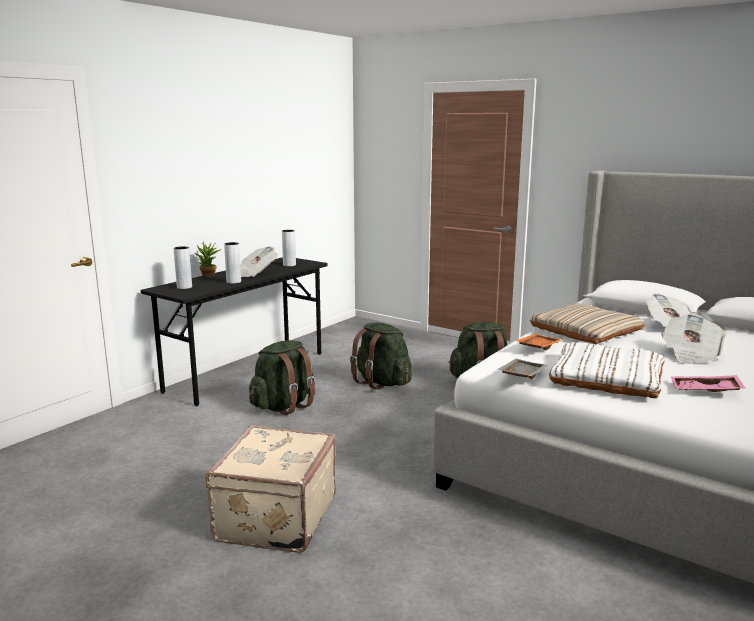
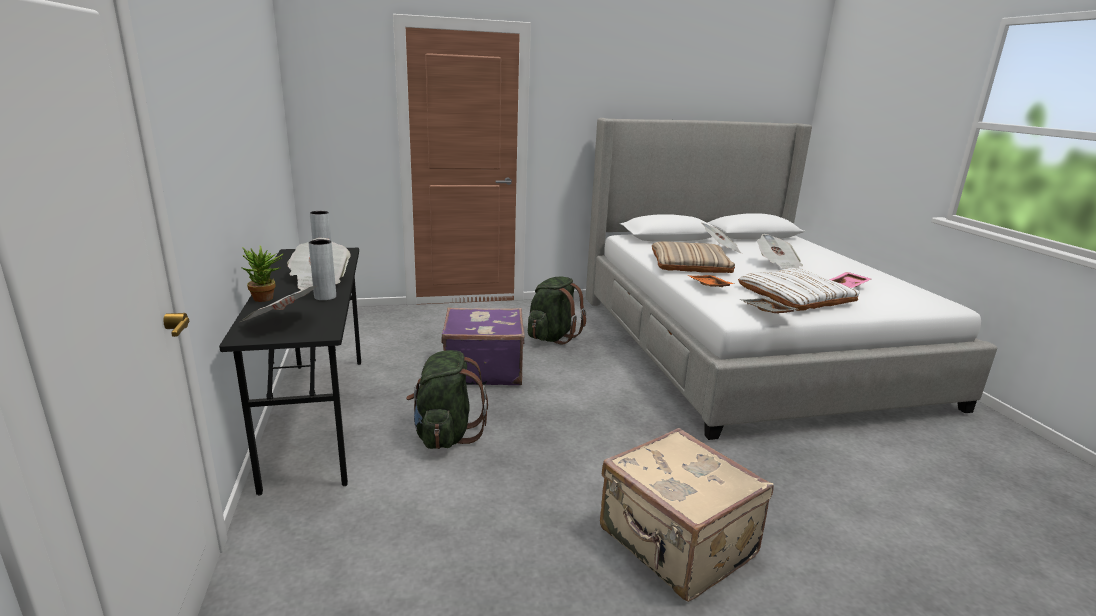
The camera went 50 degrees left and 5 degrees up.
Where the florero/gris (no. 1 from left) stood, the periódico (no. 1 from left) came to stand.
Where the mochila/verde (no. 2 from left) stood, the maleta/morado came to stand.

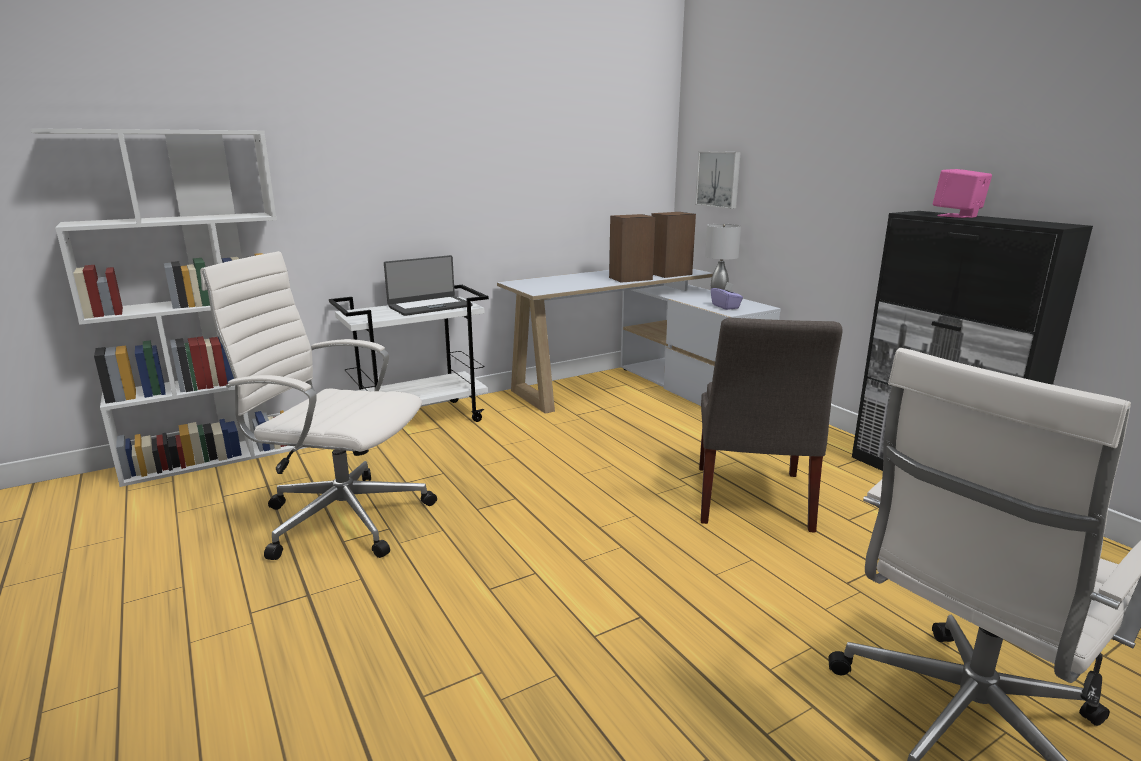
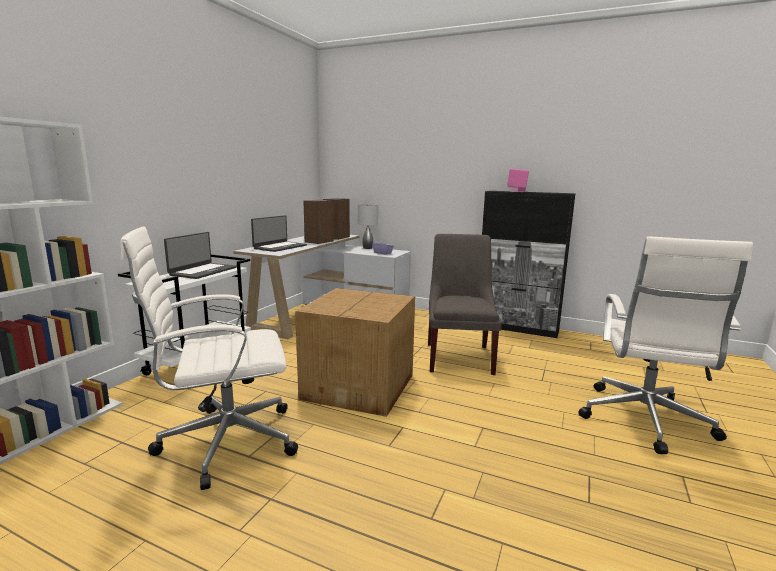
The camera went 35 degrees left and 5 degrees down.
The second view lost the cuadro.
The silla/gris ended up facing another way, 150 degrees counterclockwise from before.
The second view gained the portátil (no. 2 from left).
The second view gained the caja de cartón.

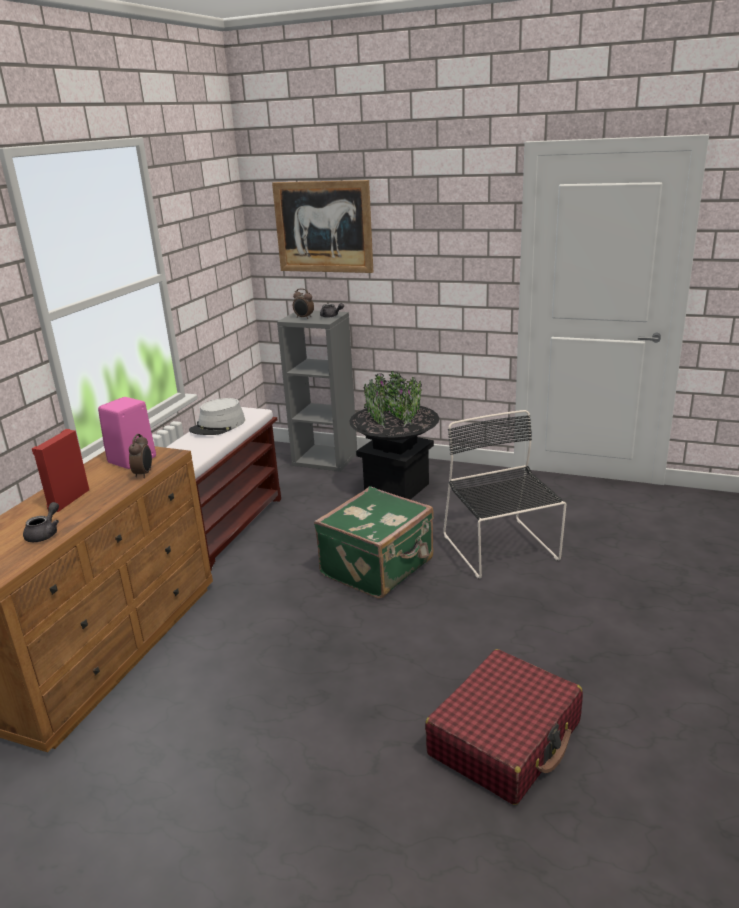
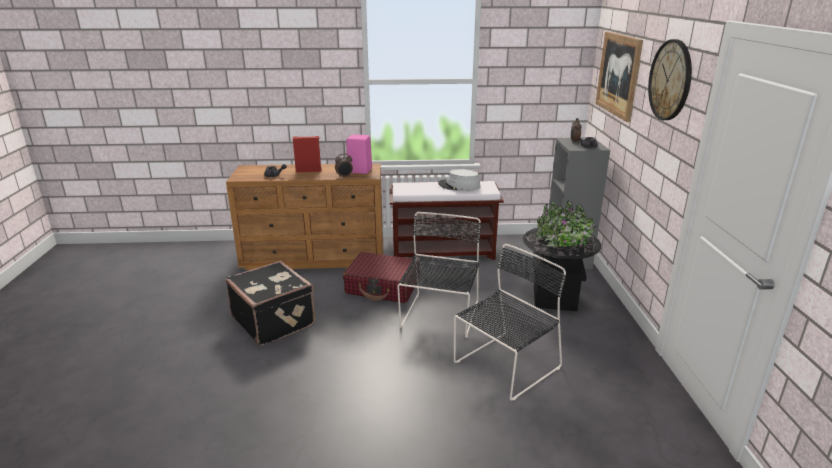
The camera went 65 degrees right and 0 degrees up.
Where the maleta/verde stood, the silla/negro (no. 1 from left) came to stand.
The maleta/rojo ended up elsewhere.
The second view gained the maleta/negro.
The second view gained the reloj de pared.

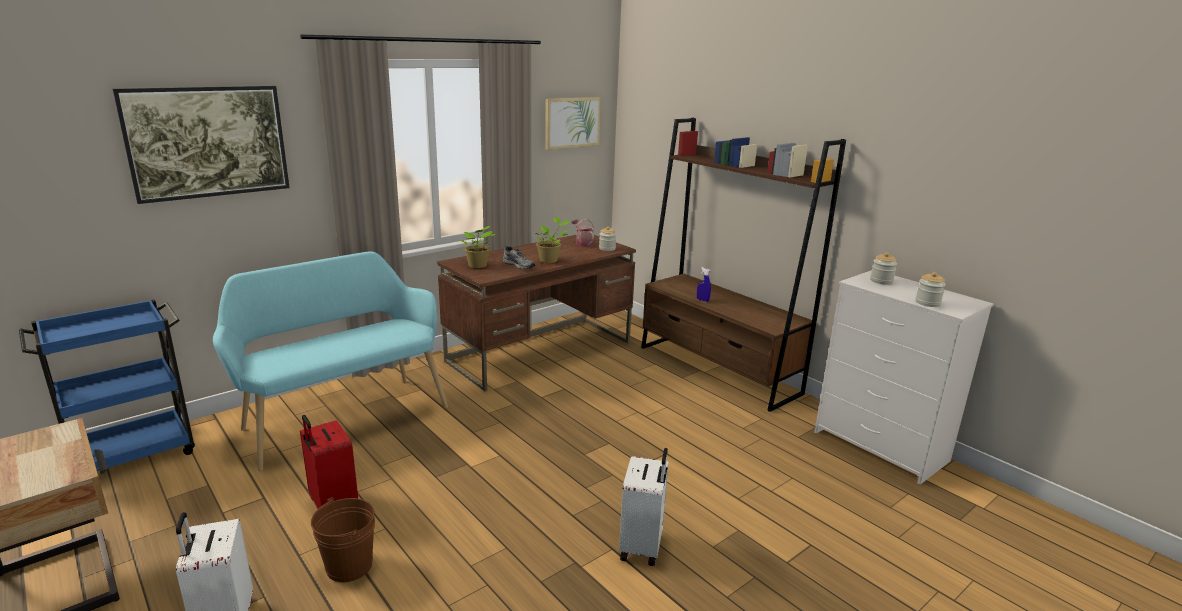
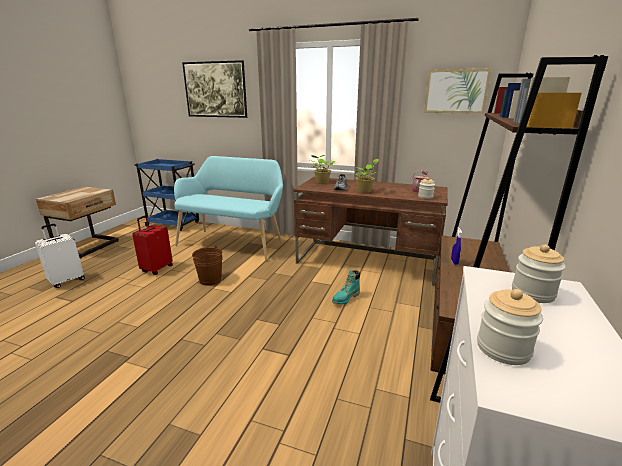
The camera went 60 degrees right and 0 degrees up.
The cubo/marrón ended up elsewhere.
The second view lost the maleta/blanco (no. 2 from left).
The second view gained the bota/turquesa.

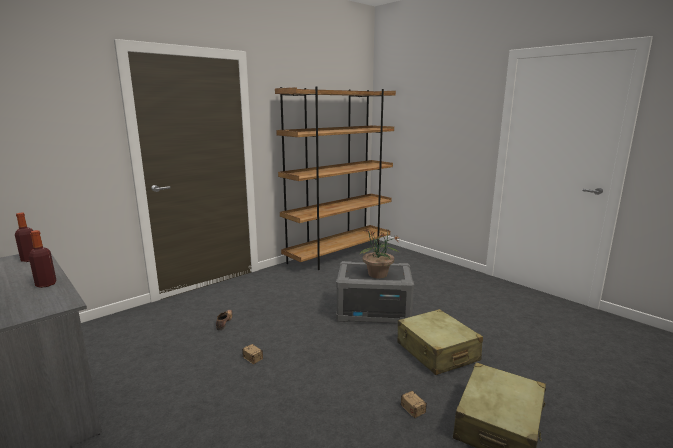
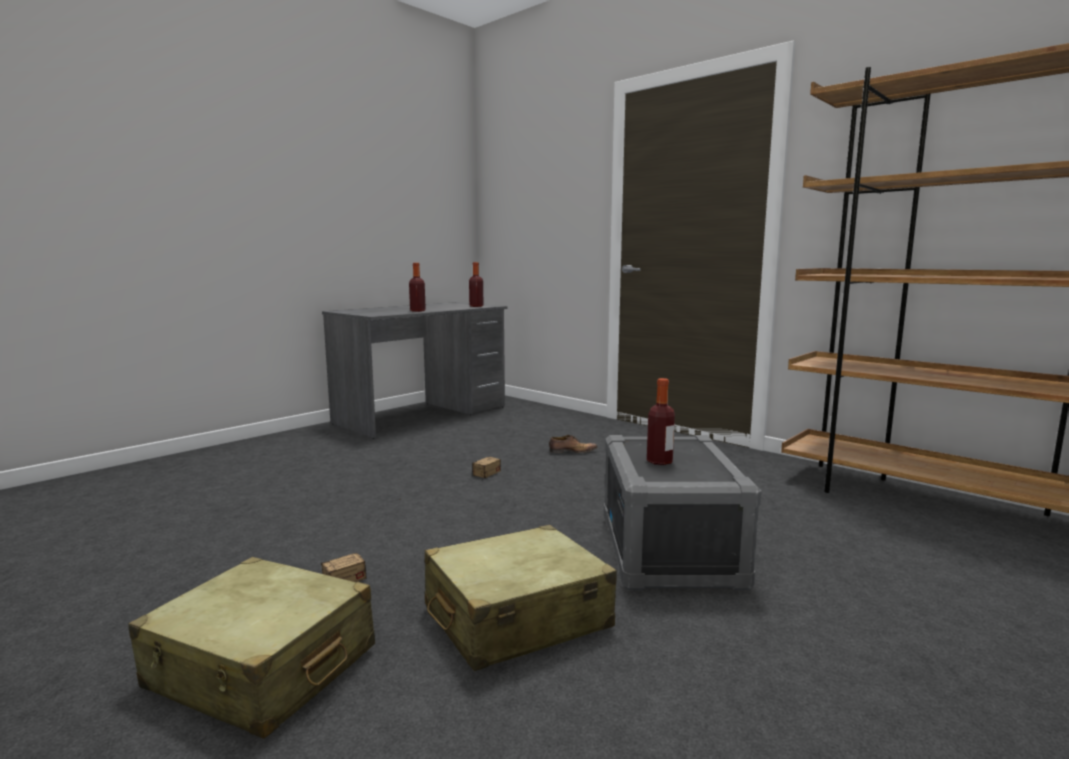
The camera went 85 degrees right and 5 degrees down.
Where the planta en maceta stood, the botella (no. 3 from left) came to stand.

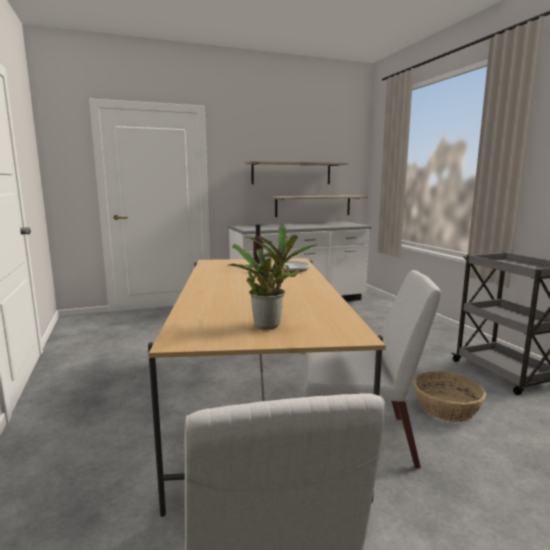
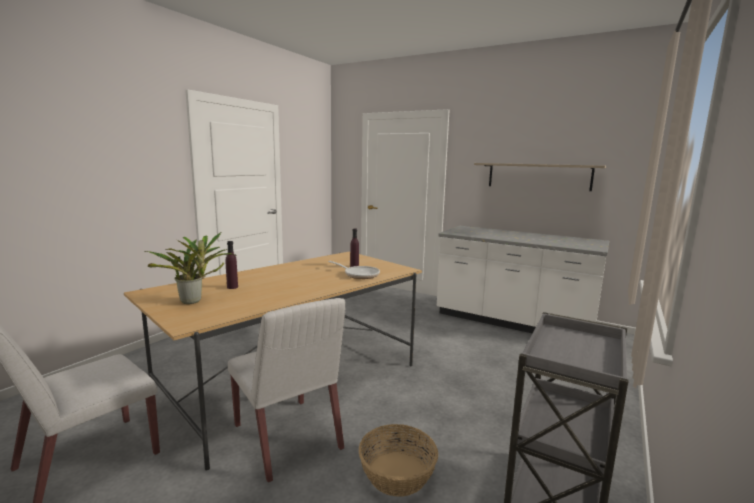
The camera went 50 degrees right and 0 degrees up.
The second view lost the estante (no. 2 from left).
The second view gained the botella/morado (no. 1 from left).

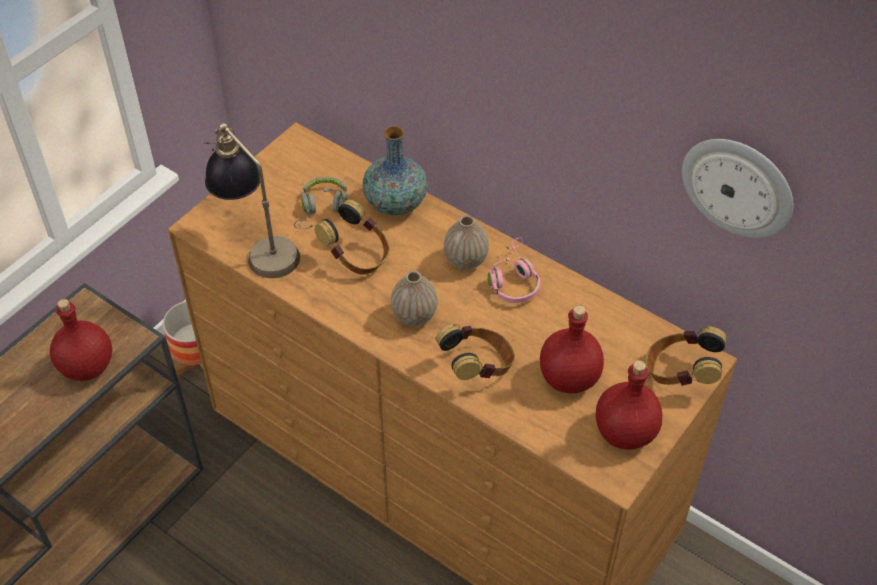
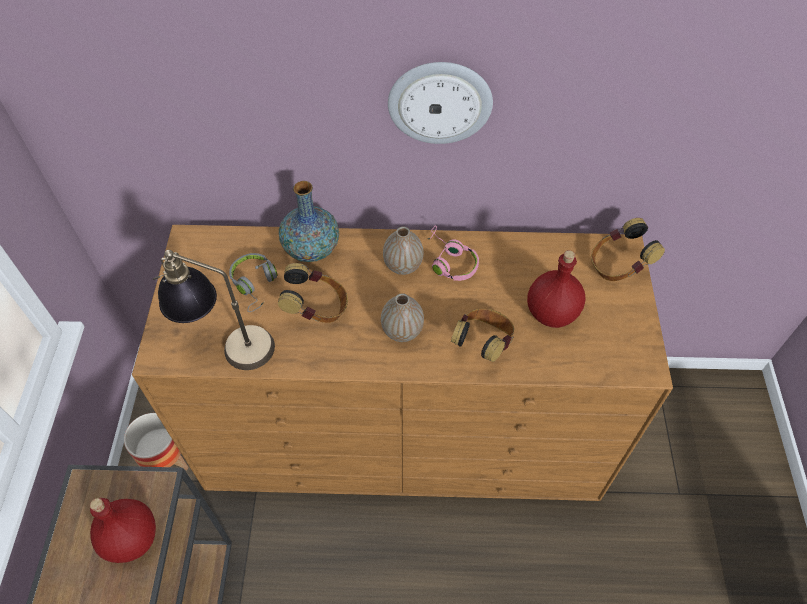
The camera went 35 degrees left and 5 degrees up.
The second view lost the botella/rojo (no. 3 from left).
The reloj de pared ended up elsewhere.

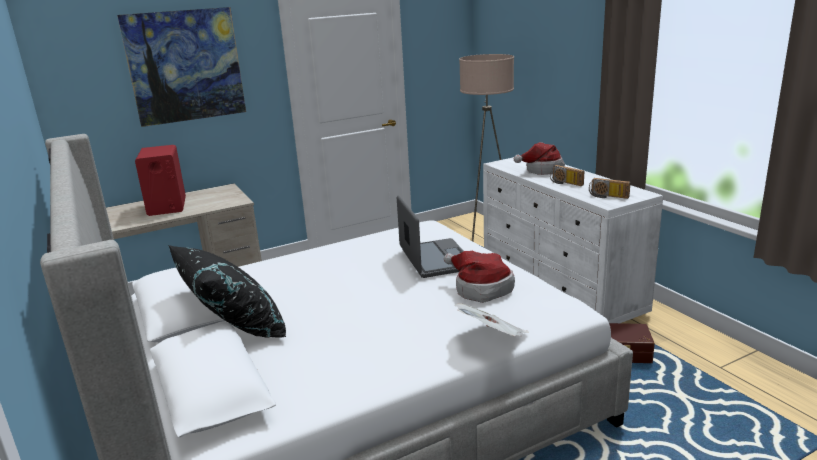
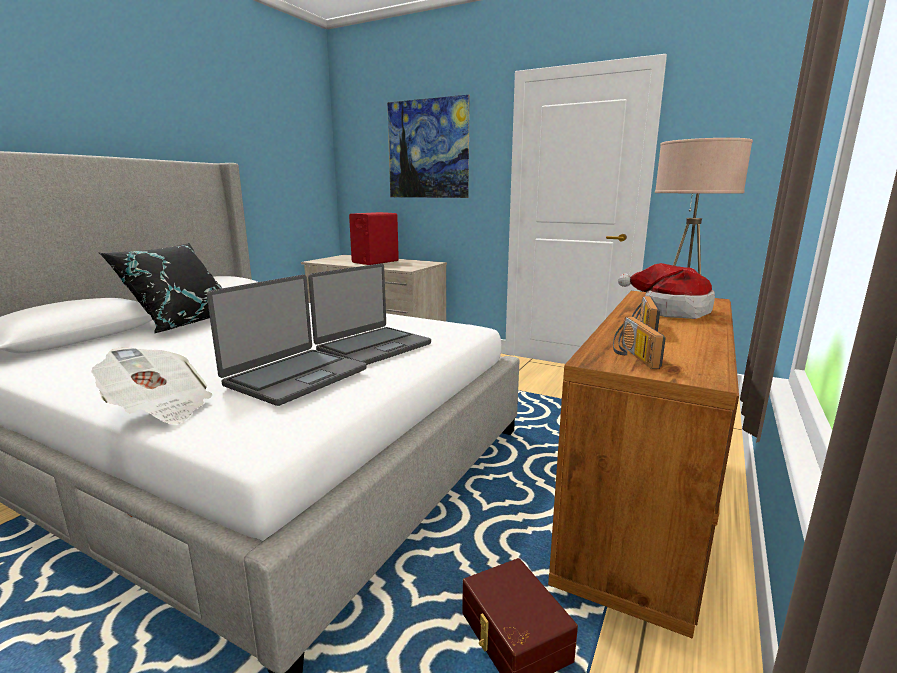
The camera went 55 degrees right and 5 degrees down.
Where the sombrero (no. 1 from left) stood, the portátil (no. 1 from left) came to stand.
What was the cómoda/blanco turned into the cómoda/marrón.

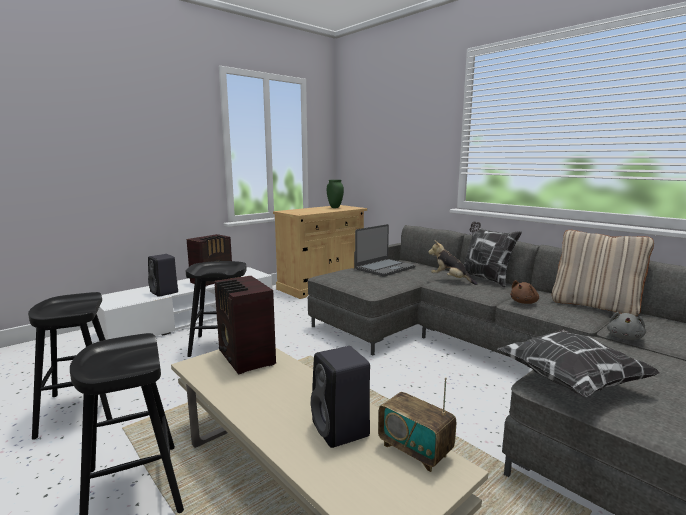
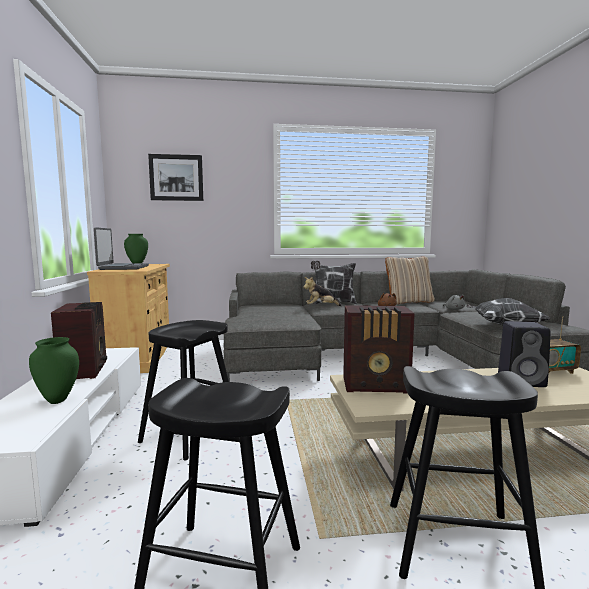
The camera went 55 degrees left and 5 degrees down.
Where the altavoz/negro (no. 1 from left) stood, the florero/verde (no. 1 from left) came to stand.
The portátil ended up elsewhere.
The second view gained the cuadro.

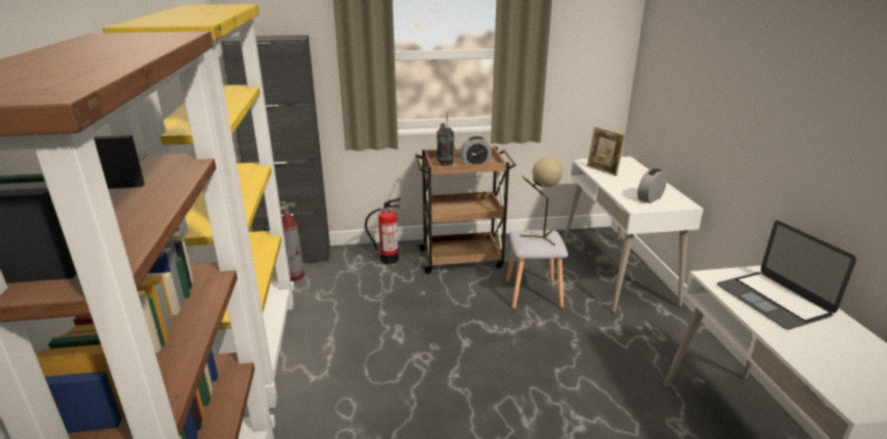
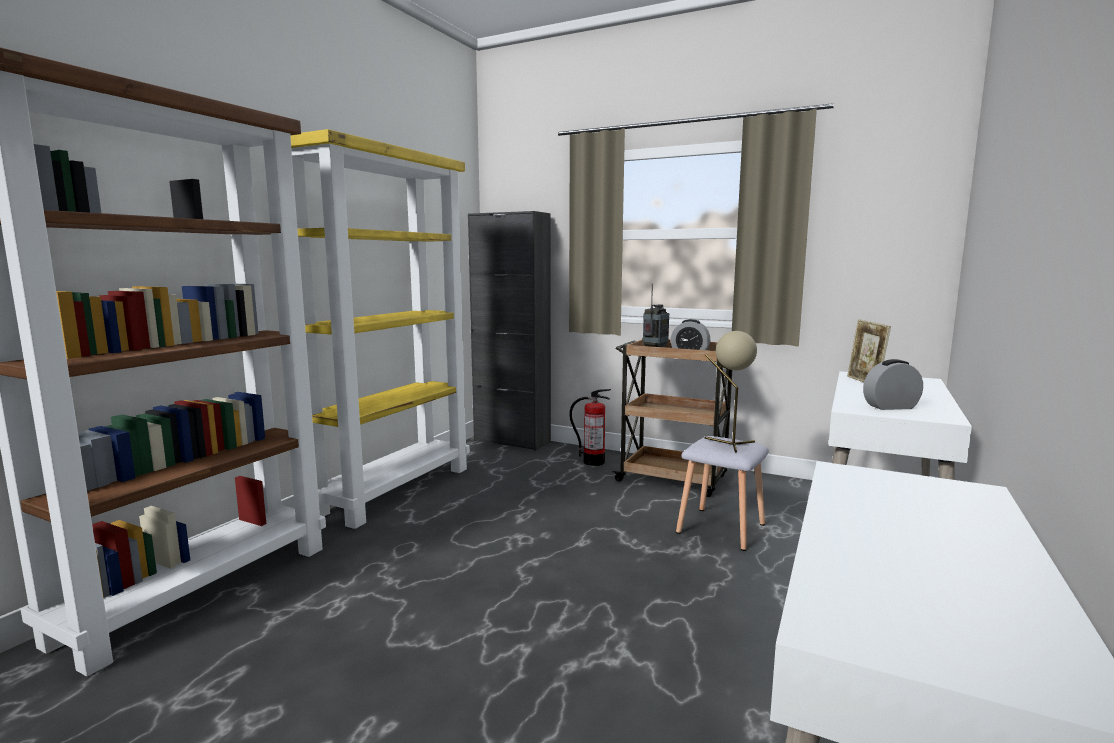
The camera went 35 degrees right and 15 degrees down.
The second view lost the extintor (no. 1 from left).
The second view lost the portátil.

